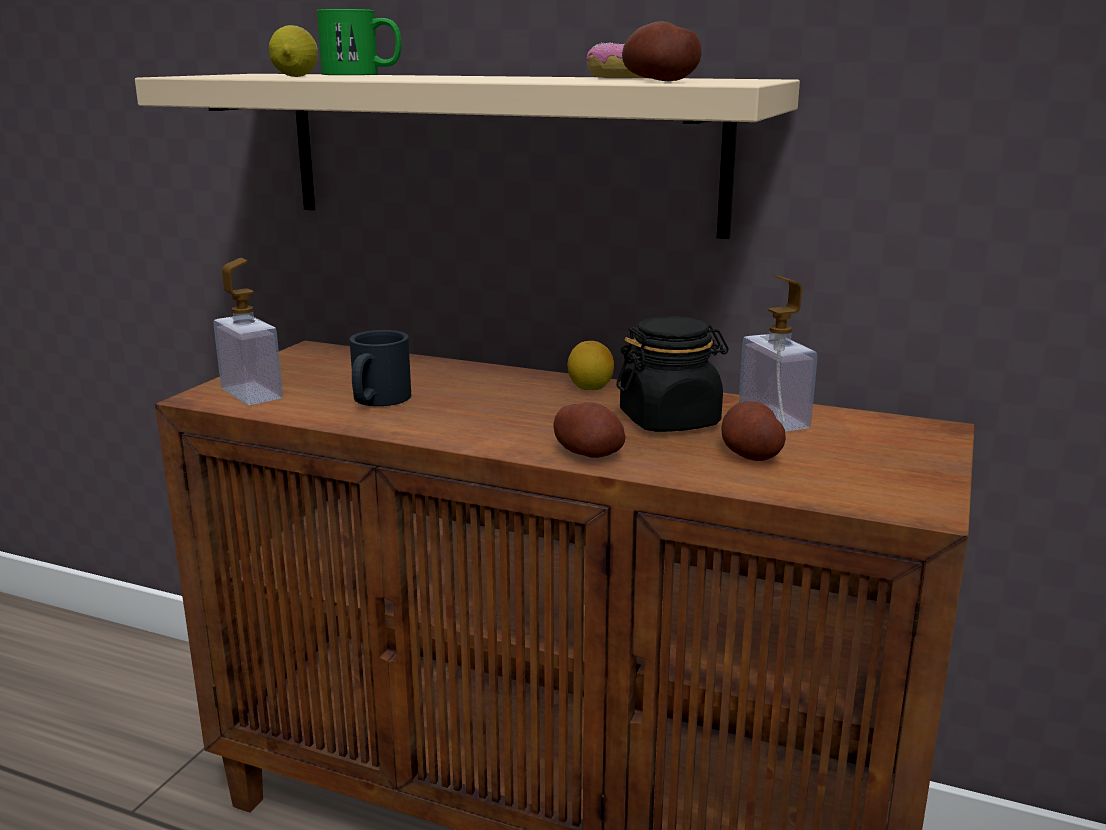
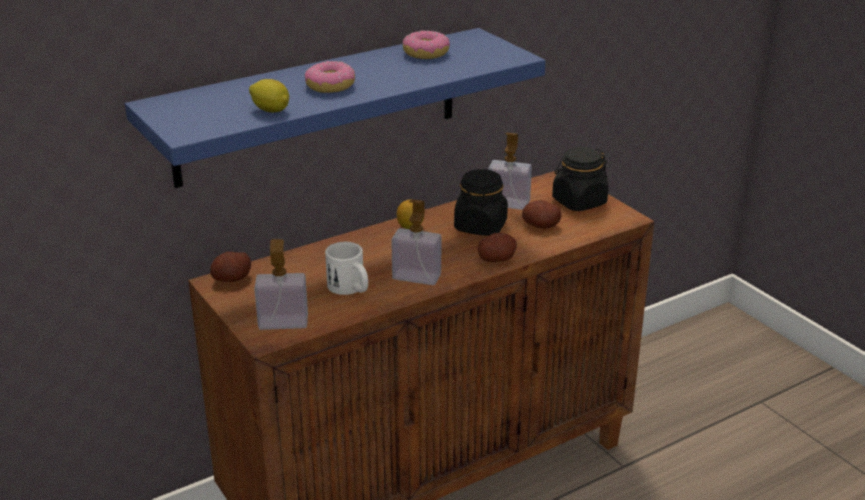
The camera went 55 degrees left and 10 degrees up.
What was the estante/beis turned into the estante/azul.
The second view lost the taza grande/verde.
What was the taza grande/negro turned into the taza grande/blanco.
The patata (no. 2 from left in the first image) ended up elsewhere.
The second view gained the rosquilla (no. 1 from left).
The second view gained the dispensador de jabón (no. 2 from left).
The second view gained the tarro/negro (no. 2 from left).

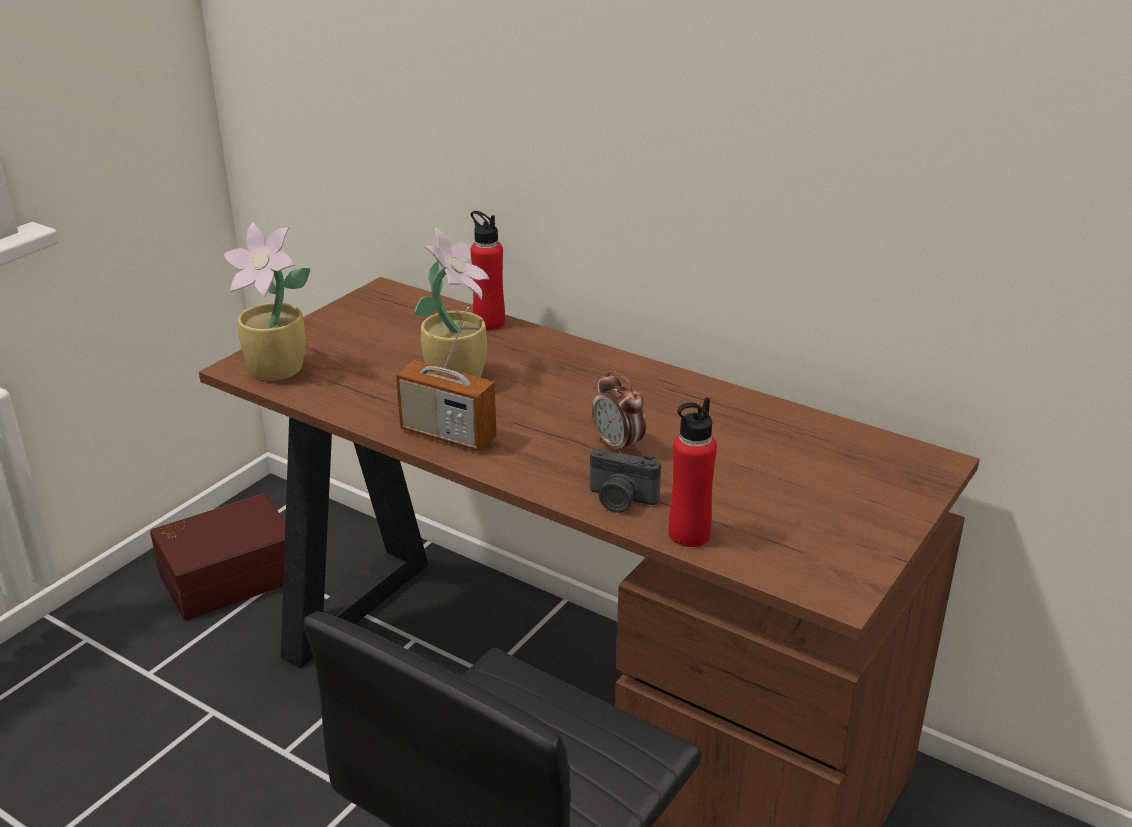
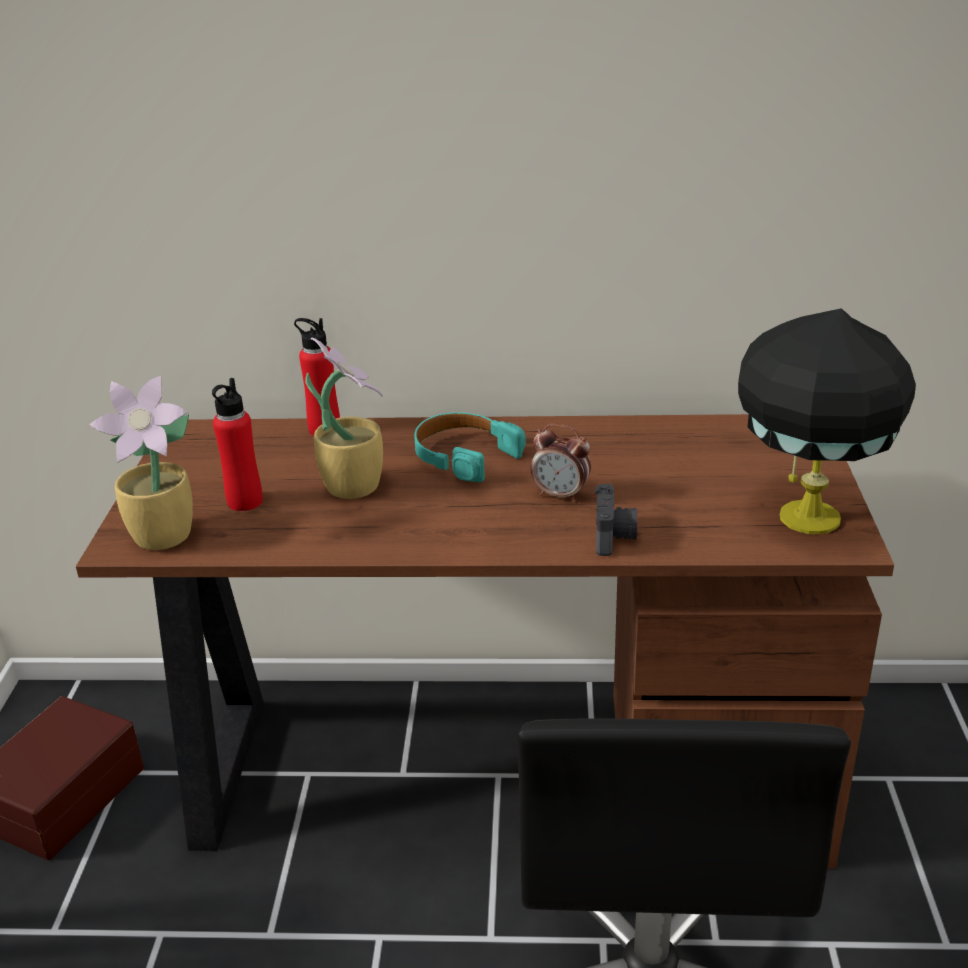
The camera went 30 degrees left and 0 degrees up.
The second view lost the radio.
The cámara ended up facing another way, 75 degrees counterclockwise from before.
The botella/rojo (no. 2 from left in the first image) ended up elsewhere.
The second view gained the auriculares/turquesa.
The second view gained the lámpara de mesa/negro.

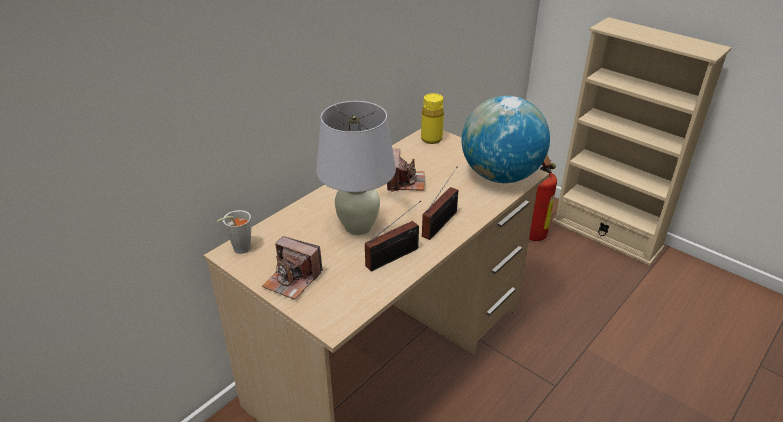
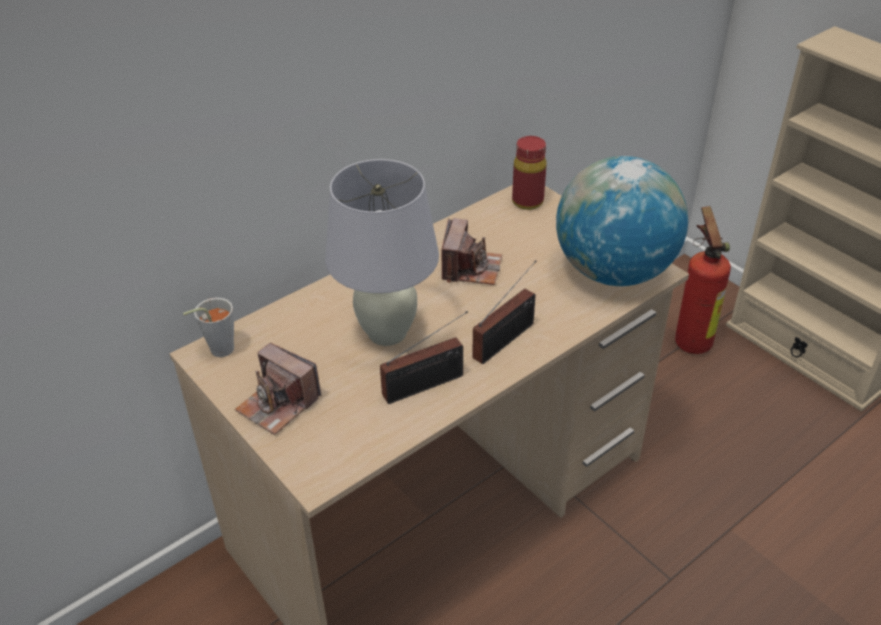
The camera went 10 degrees right and 5 degrees up.
What was the botella/amarillo turned into the botella/rojo.

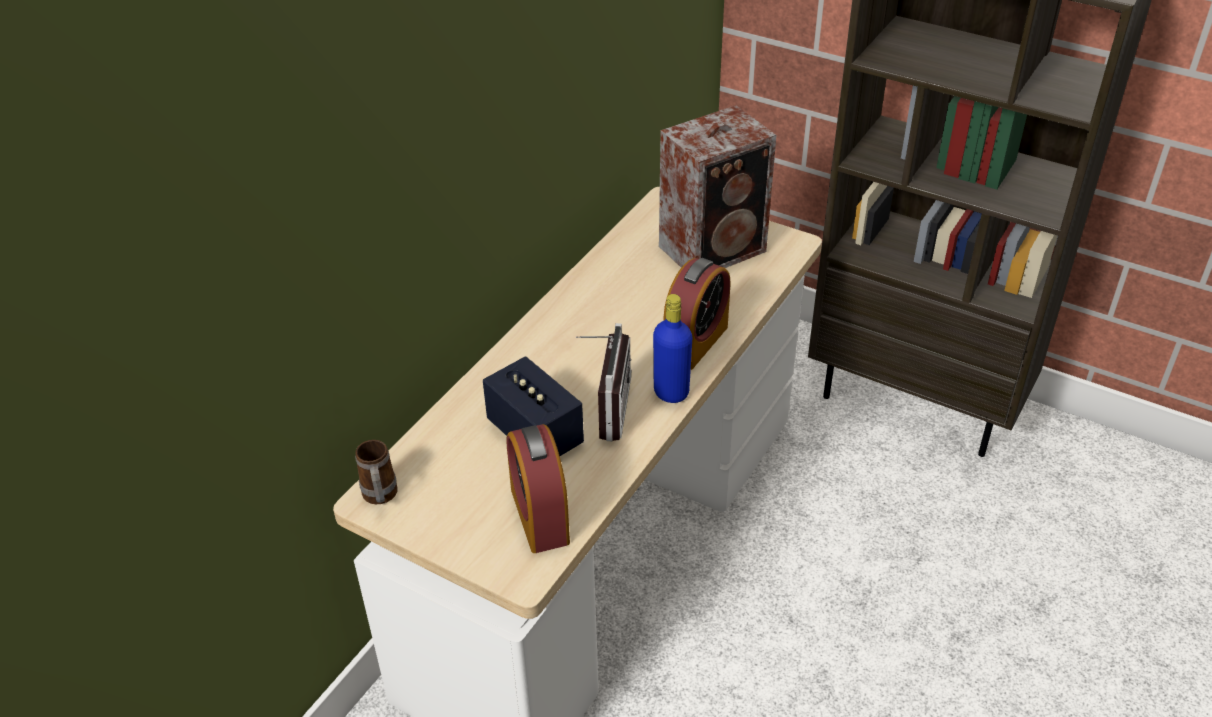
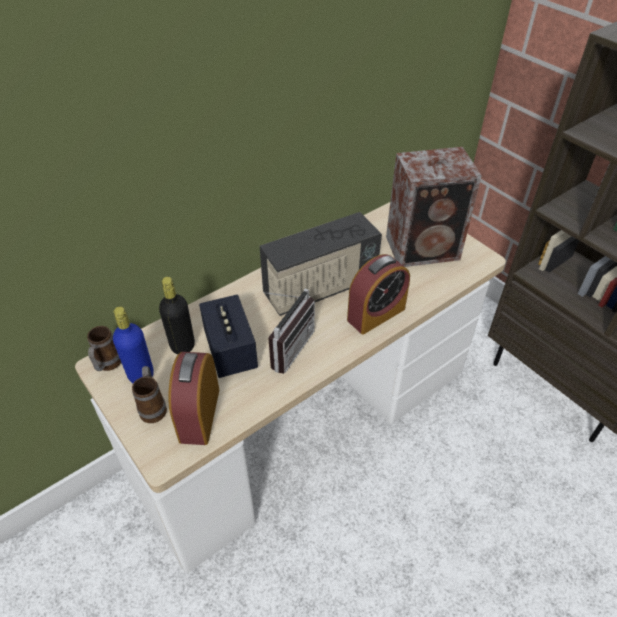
The camera went 20 degrees right and 5 degrees up.
The botella/azul ended up elsewhere.
The second view gained the taza grande (no. 2 from left).
The second view gained the botella/negro.
The second view gained the radio (no. 2 from left).

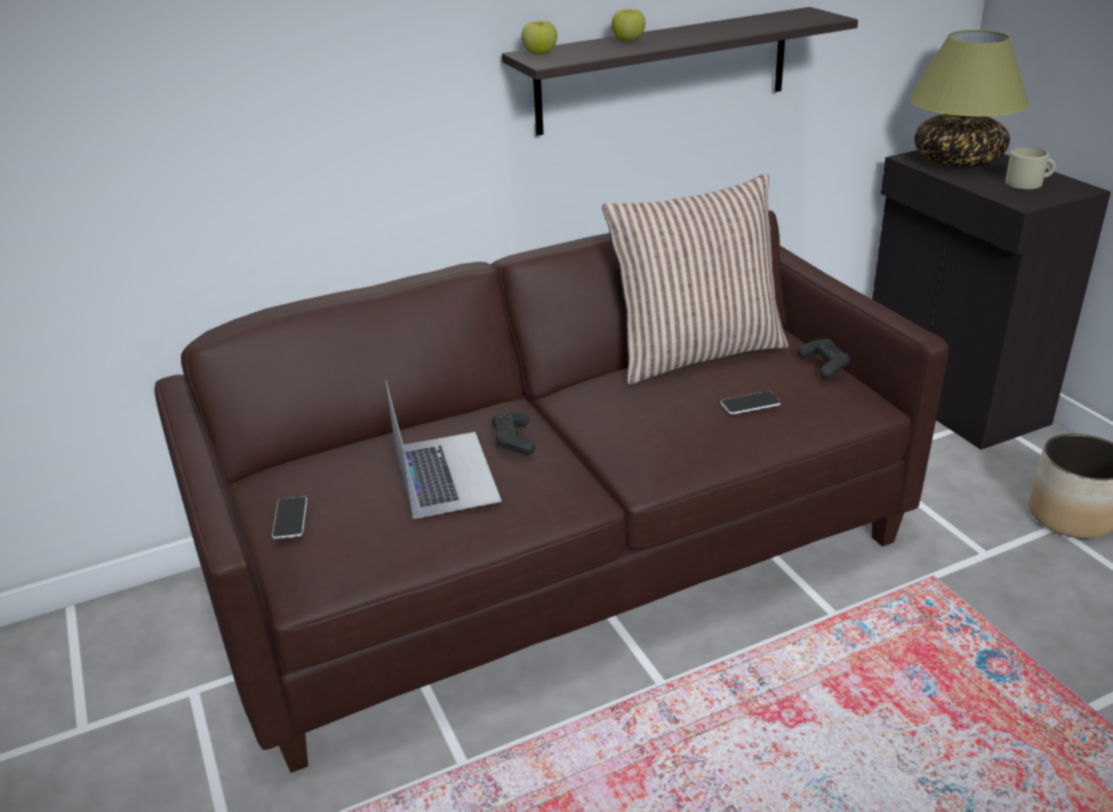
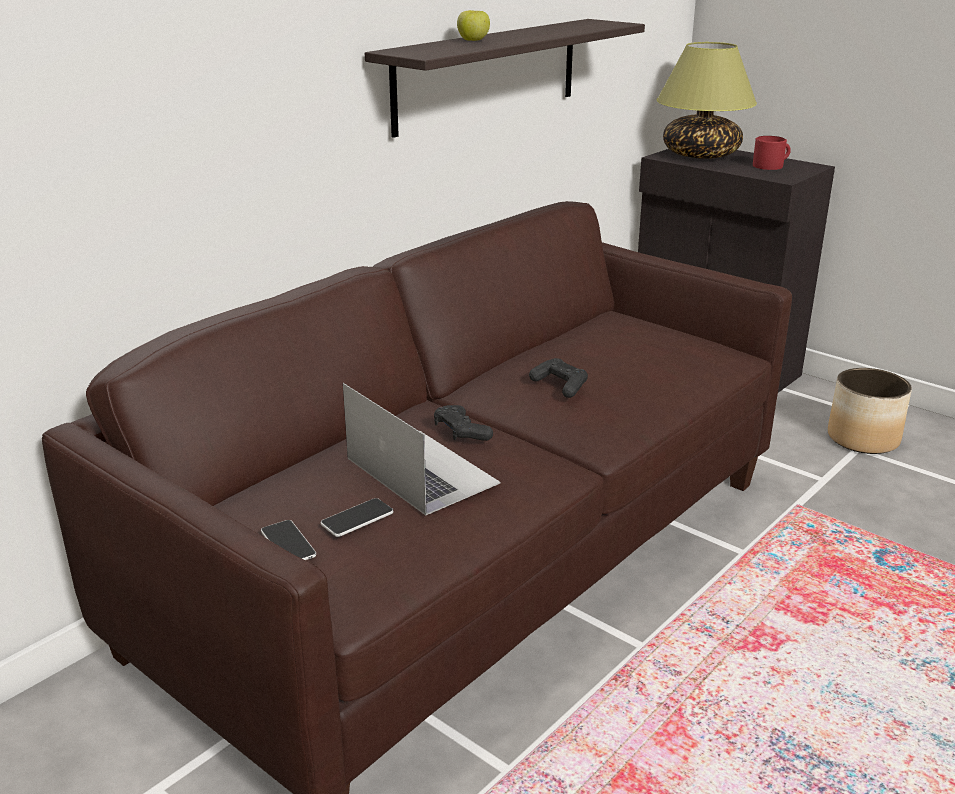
The camera went 25 degrees left and 5 degrees down.
The second view lost the manzana (no. 1 from left).
The second view lost the cojín.
The móvil (no. 2 from left) ended up elsewhere.
The mando de consola/negro (no. 2 from left) ended up elsewhere.
What was the taza grande/beis turned into the taza grande/rojo.

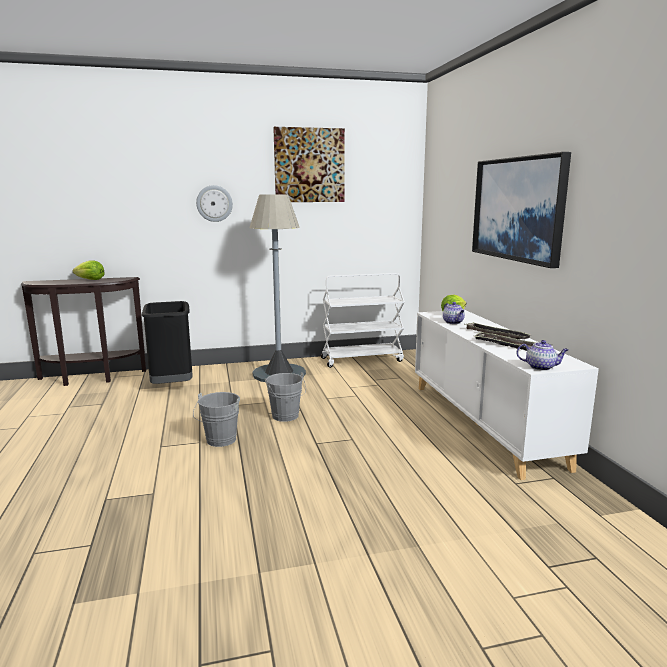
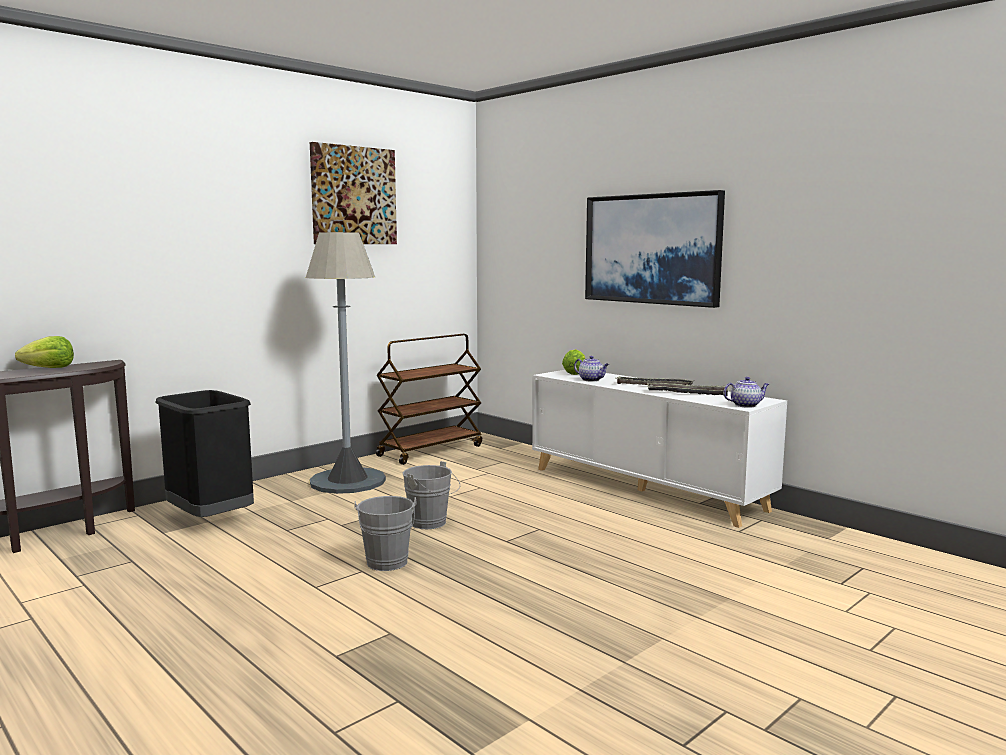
The camera went 30 degrees left and 5 degrees down.
The second view lost the reloj de pared.
What was the carrito/blanco turned into the carrito/marrón.

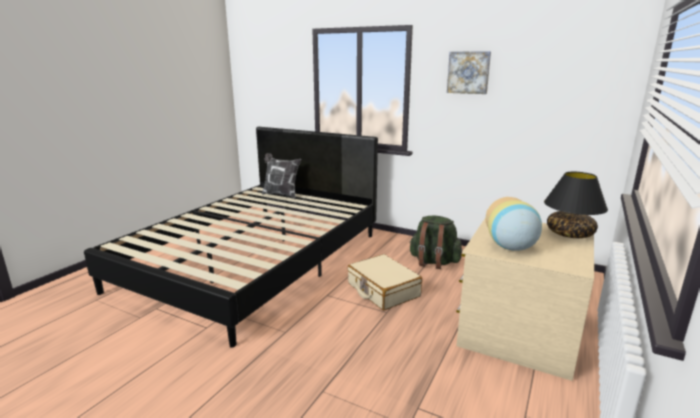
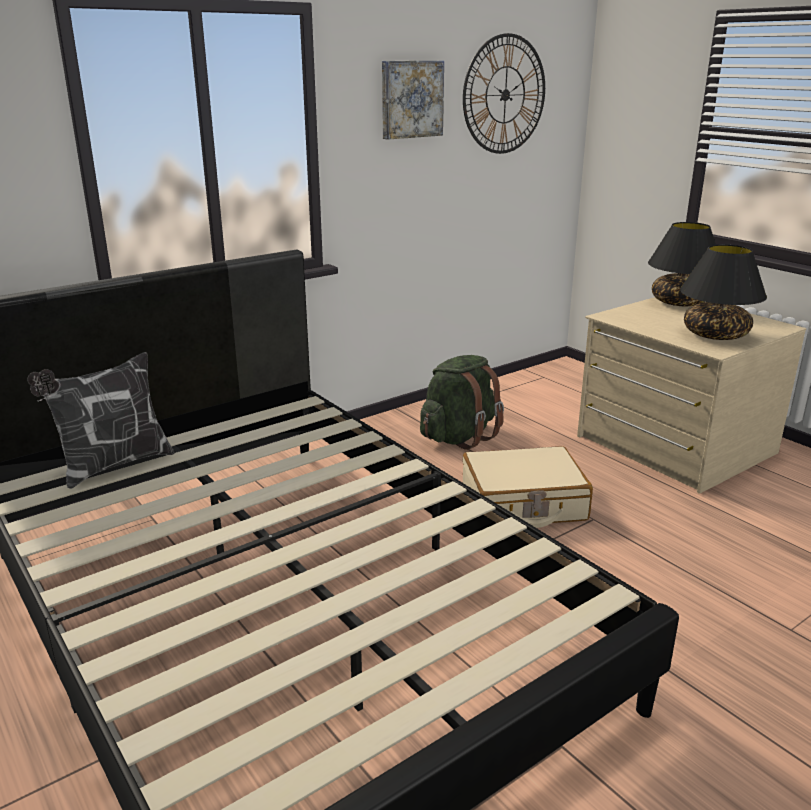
The camera went 65 degrees left and 5 degrees up.
Where the florero stood, the lámpara de mesa/negro (no. 2 from left) came to stand.
The second view gained the reloj de pared.

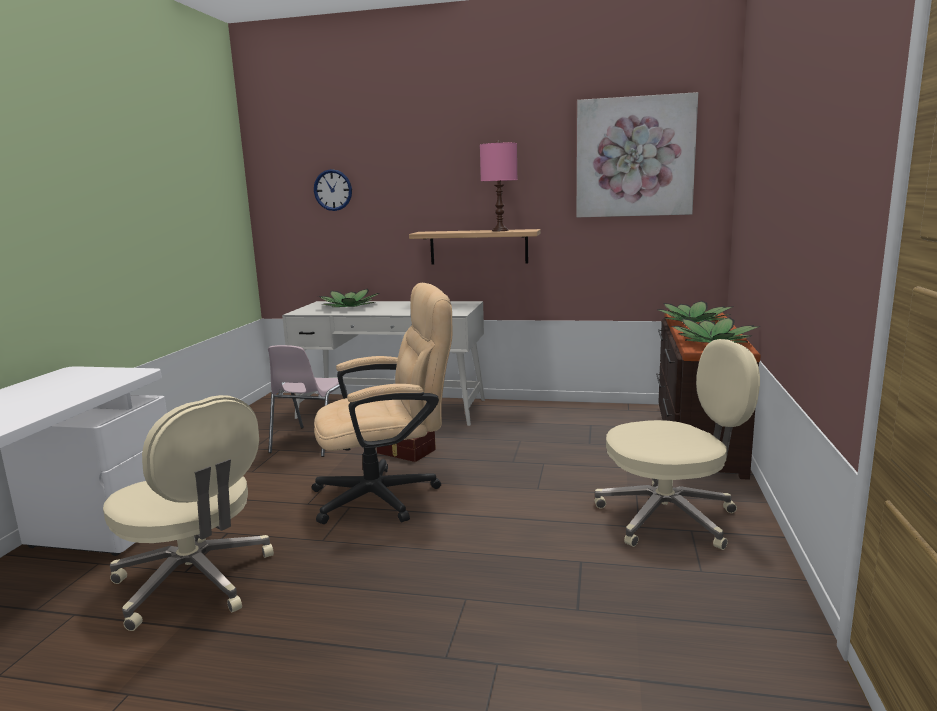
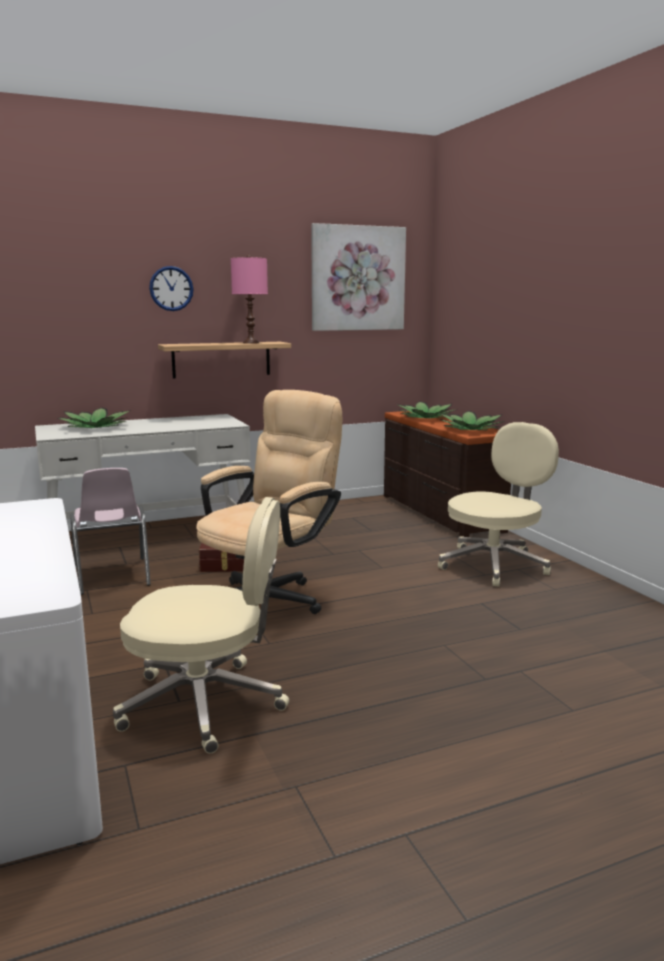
The camera went 35 degrees left and 0 degrees up.
The reloj de pared ended up elsewhere.

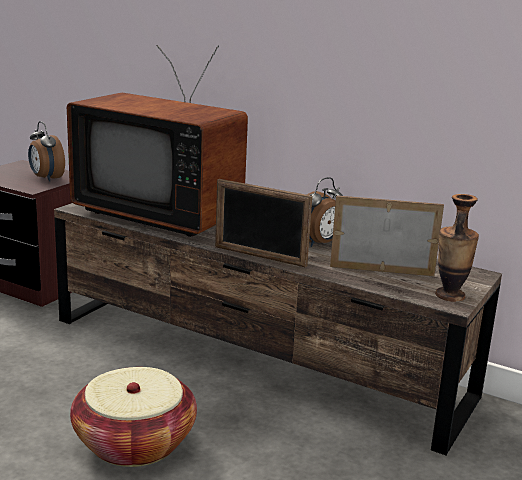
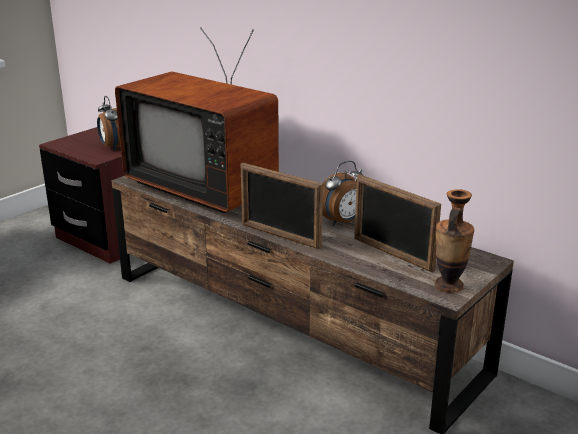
The camera went 10 degrees right and 5 degrees up.
The second view lost the cesta.
The portarretratos (no. 2 from left) ended up facing another way, 150 degrees counterclockwise from before.

